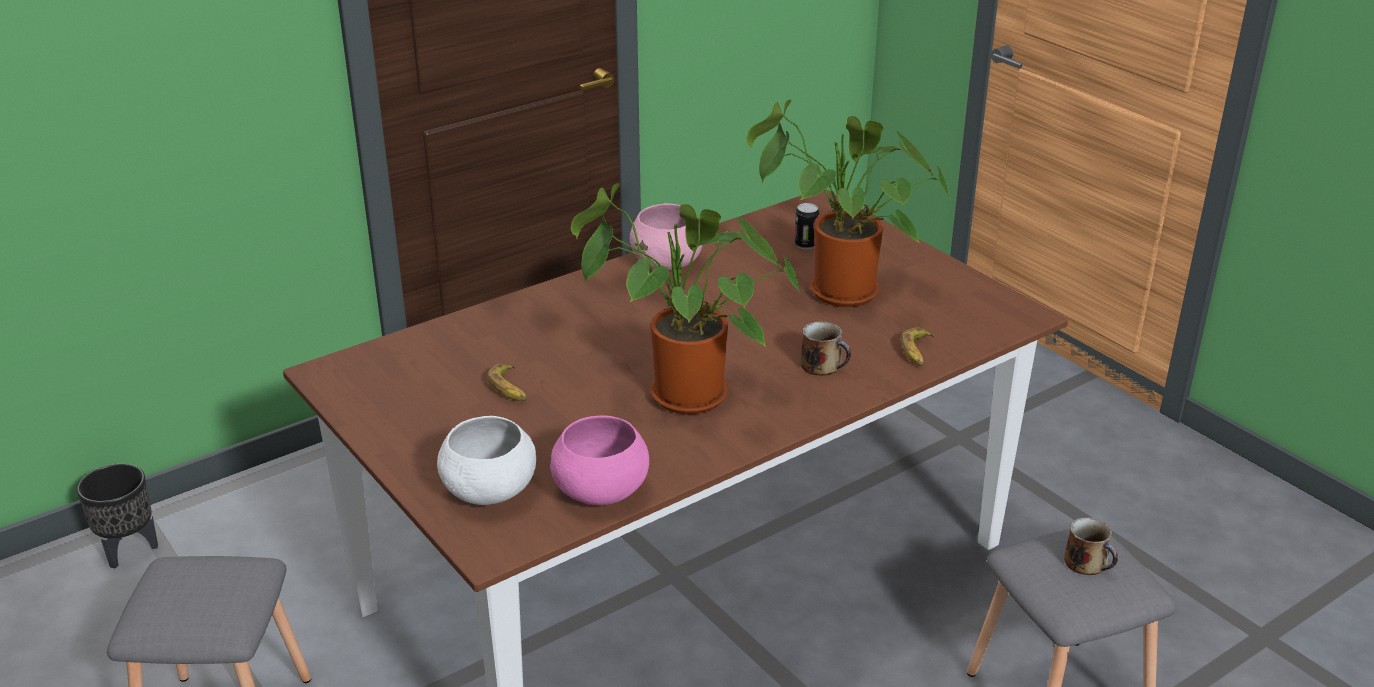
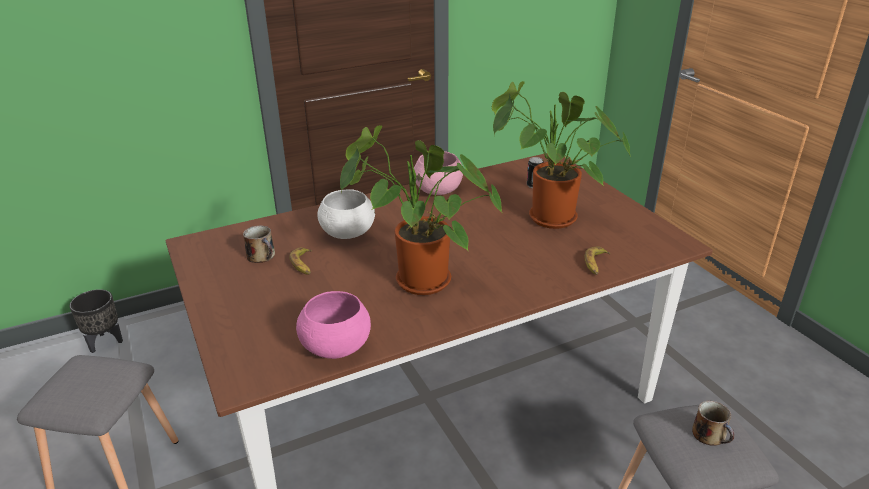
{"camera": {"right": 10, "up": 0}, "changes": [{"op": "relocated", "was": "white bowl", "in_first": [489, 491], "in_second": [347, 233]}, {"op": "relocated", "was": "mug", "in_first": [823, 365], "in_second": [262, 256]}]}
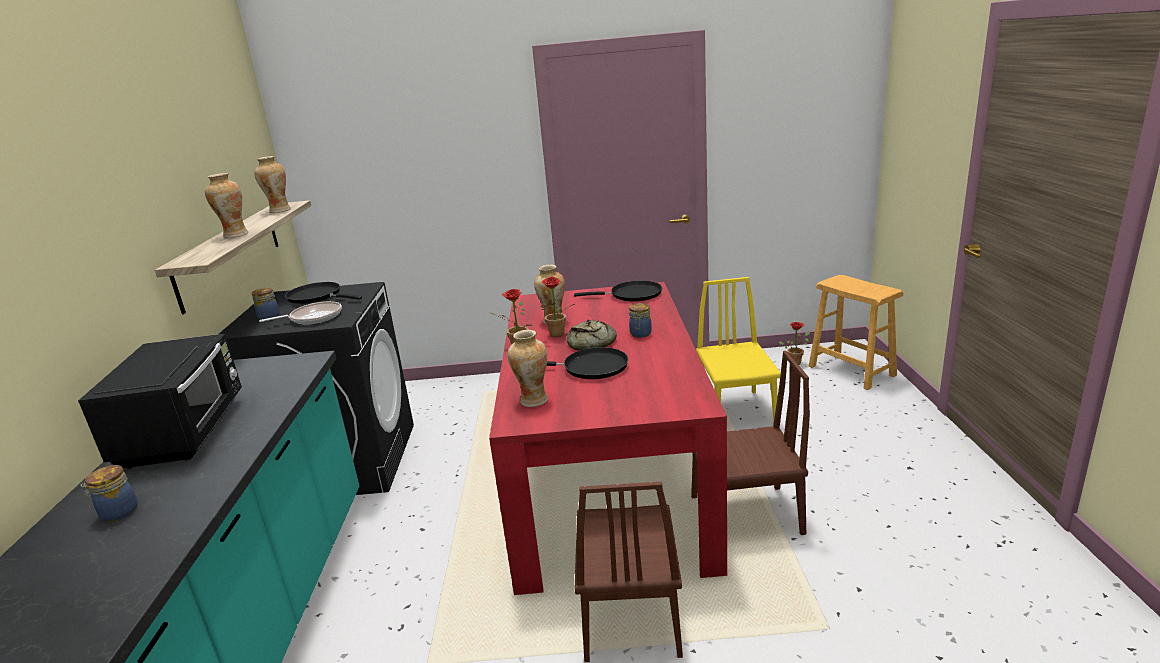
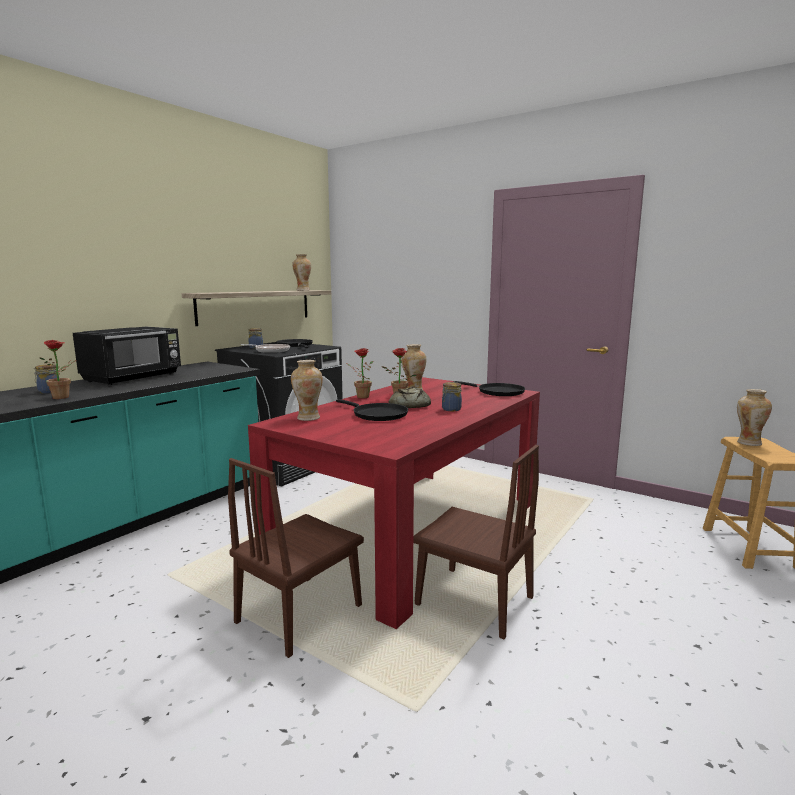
{"camera": {"right": 35, "up": -10}, "changes": [{"op": "relocated", "was": "vase", "in_first": [235, 235], "in_second": [748, 443]}, {"op": "missing", "was": "yellow chair", "in_first": [736, 411]}, {"op": "relocated", "was": "potted plant", "in_first": [796, 362], "in_second": [64, 397]}]}
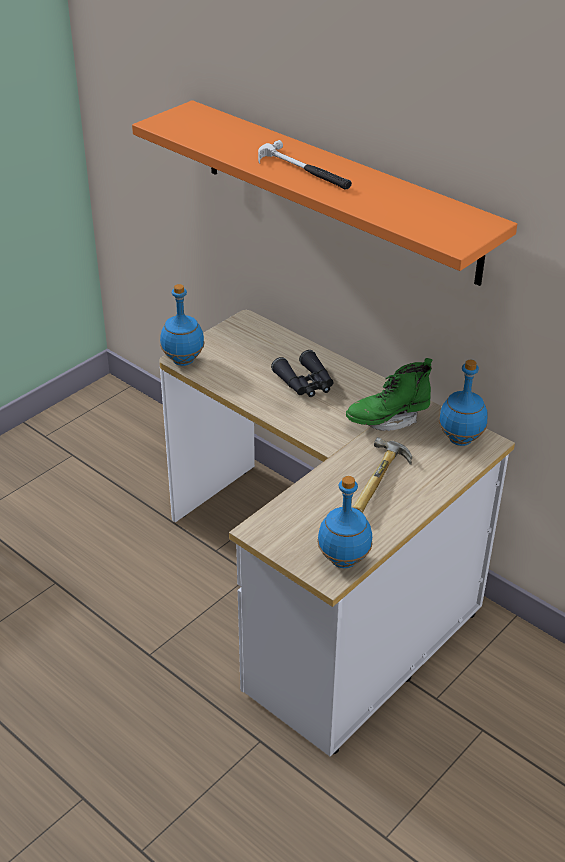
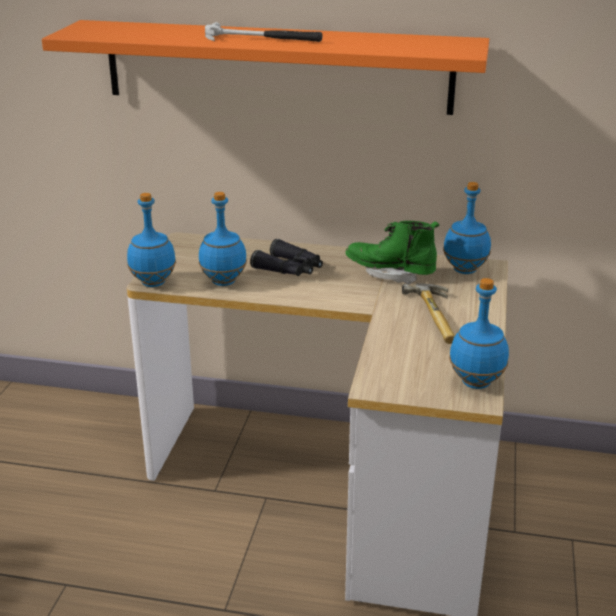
{"camera": {"right": -30, "up": -10}, "changes": [{"op": "spun", "was": "green boot", "in_first": [388, 419], "in_second": [390, 273], "clockwise": 75}, {"op": "appeared", "now": "blue bottle", "in_second": [224, 282]}]}
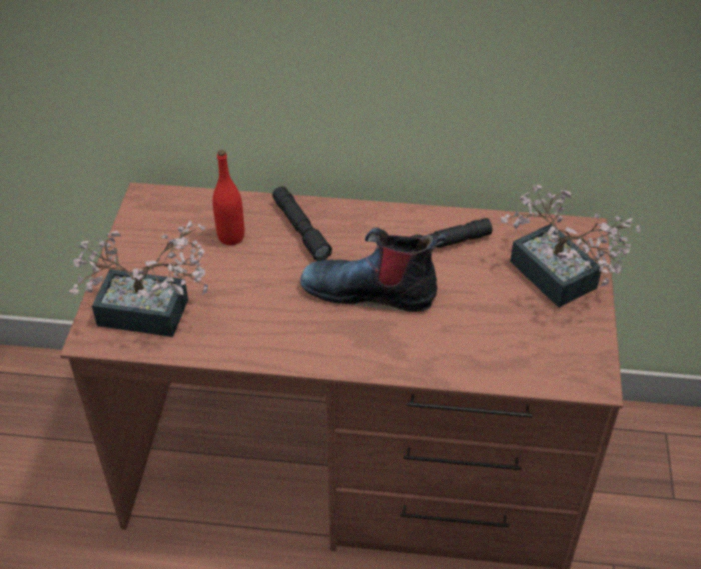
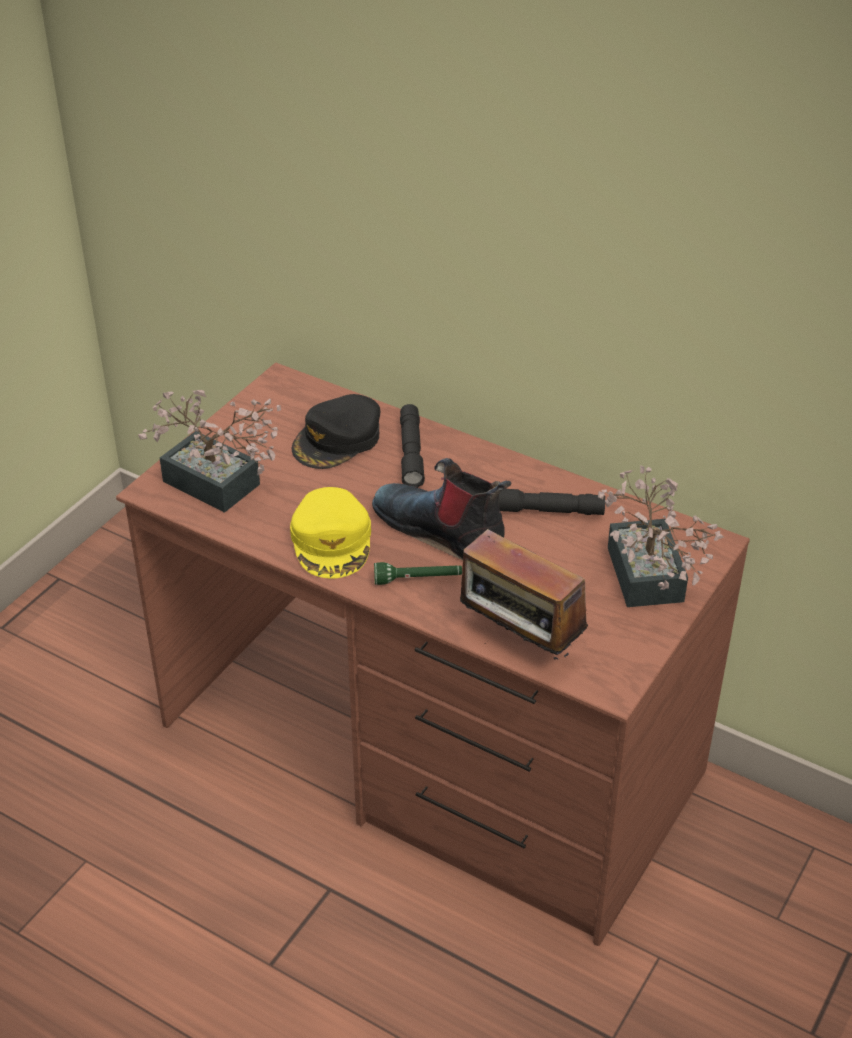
{"camera": {"right": 25, "up": -5}, "changes": [{"op": "exchanged", "was": "red bottle", "now": "black cap", "in_first": [231, 237], "in_second": [338, 440]}, {"op": "appeared", "now": "yellow cap", "in_second": [332, 541]}, {"op": "appeared", "now": "green flashlight", "in_second": [418, 580]}, {"op": "appeared", "now": "radio", "in_second": [519, 643]}]}
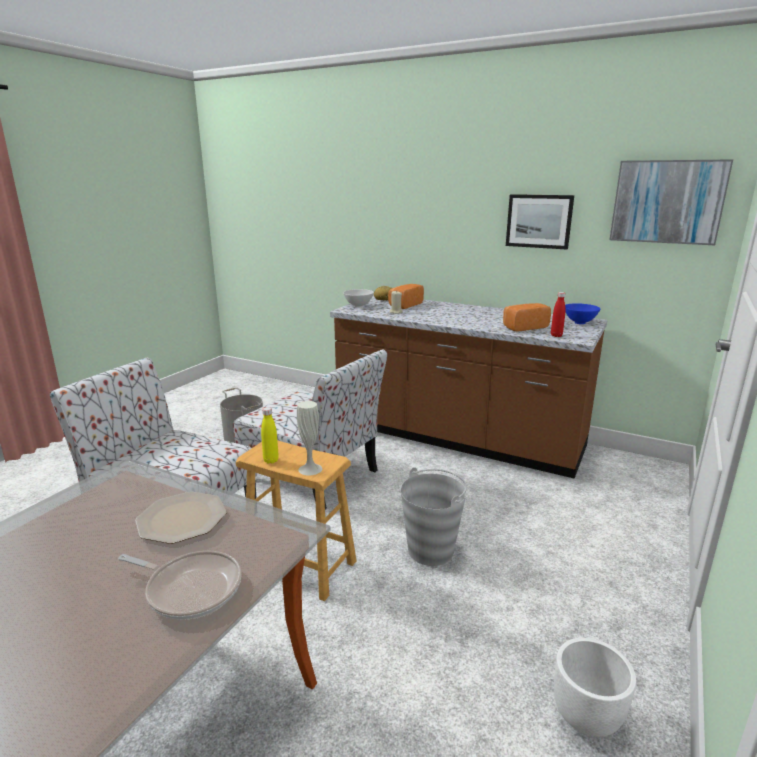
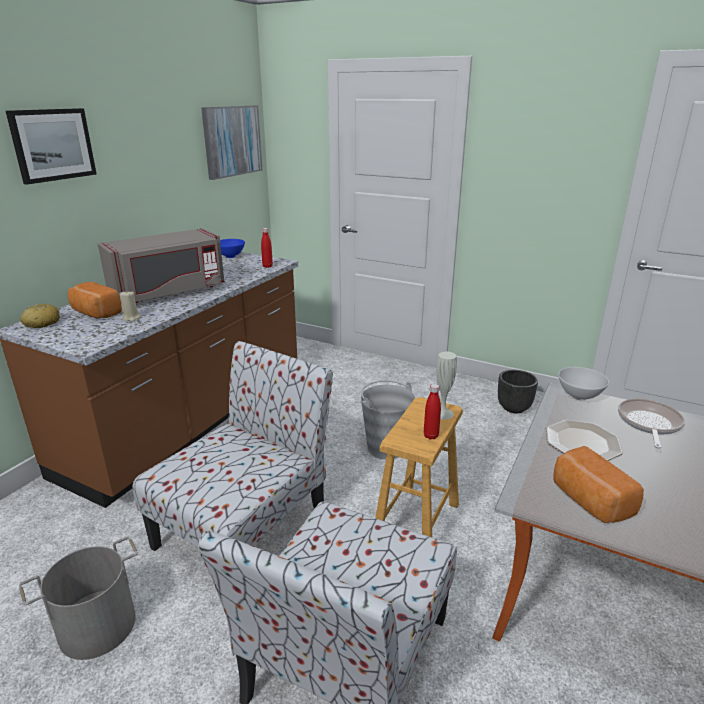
{"camera": {"right": -90, "up": 5}, "changes": [{"op": "colour", "was": "yellow bottle", "now": "red bottle", "in_first": [271, 460], "in_second": [431, 436]}, {"op": "relocated", "was": "white bowl", "in_first": [358, 306], "in_second": [579, 397]}, {"op": "relocated", "was": "bread", "in_first": [523, 327], "in_second": [588, 501]}, {"op": "relocated", "was": "picture", "in_first": [539, 221], "in_second": [52, 145]}, {"op": "colour", "was": "white planter", "now": "black planter", "in_first": [587, 717], "in_second": [514, 408]}, {"op": "appeared", "now": "grey microwave", "in_second": [169, 292]}]}
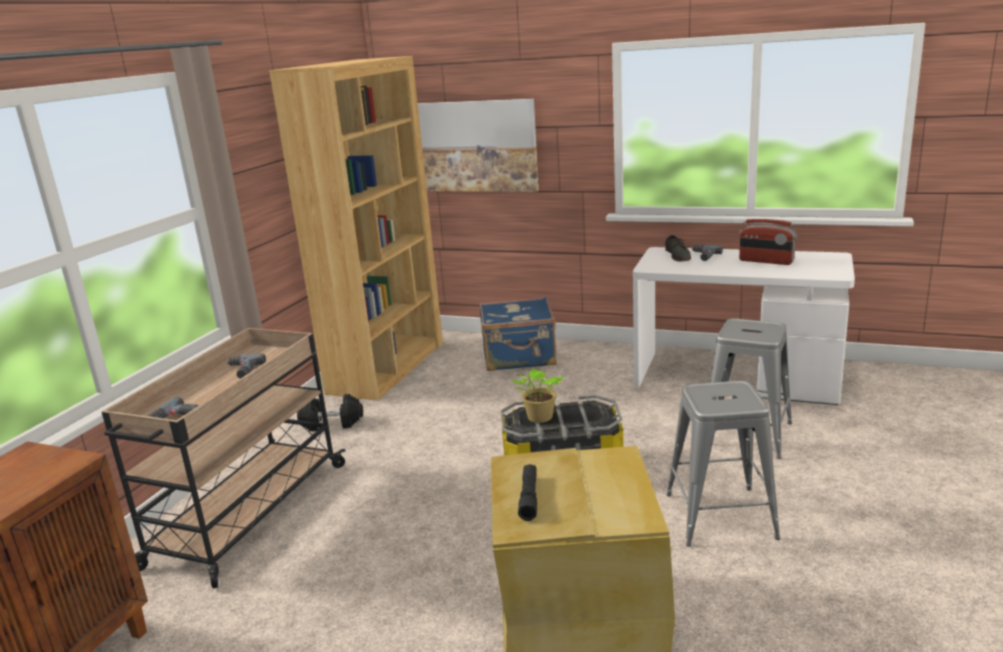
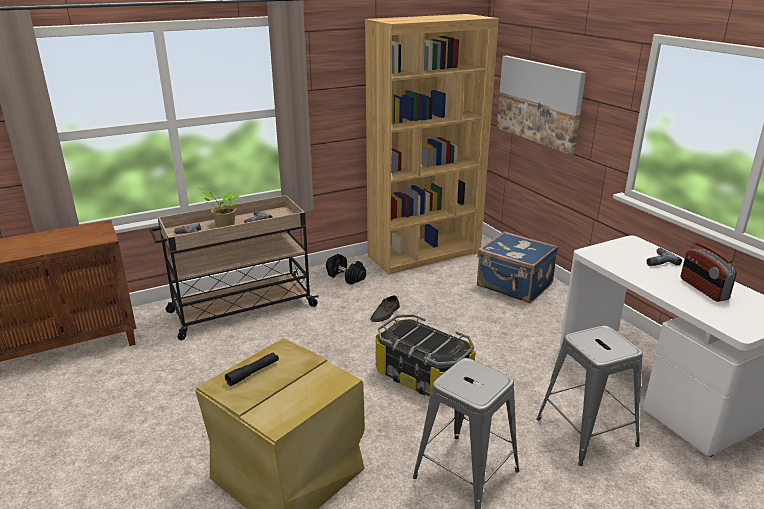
{"camera": {"right": 40, "up": 5}, "changes": [{"op": "relocated", "was": "potted plant", "in_first": [539, 418], "in_second": [223, 226]}, {"op": "relocated", "was": "grey shoe", "in_first": [678, 255], "in_second": [385, 313]}]}
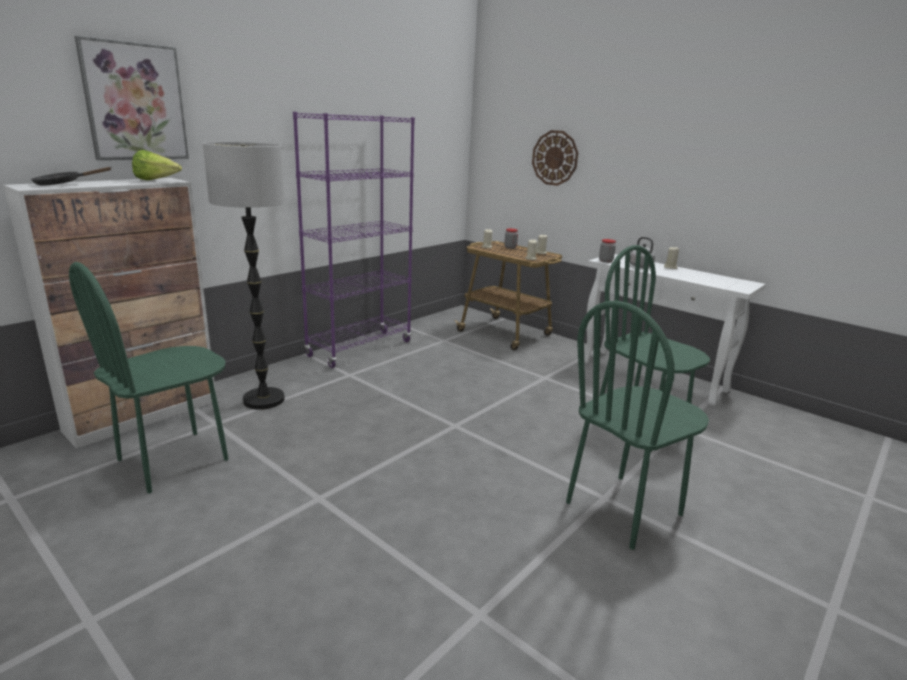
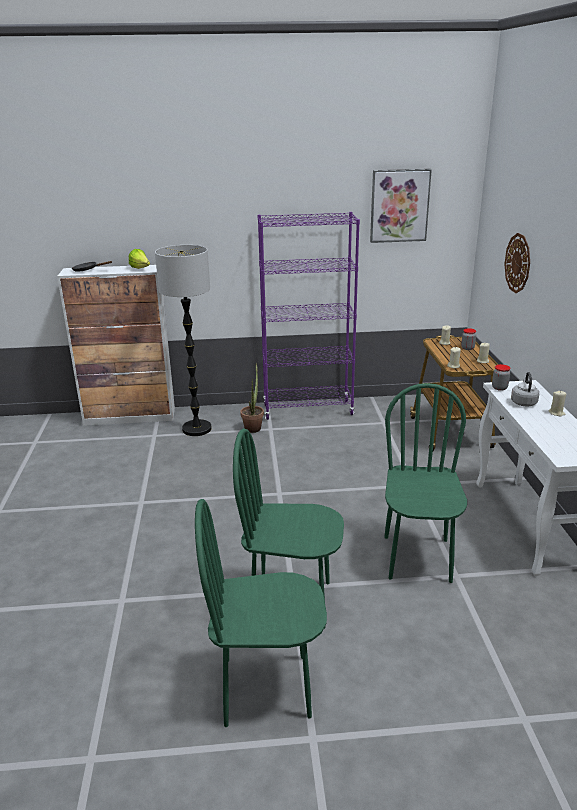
{"camera": {"right": 45, "up": 5}, "changes": [{"op": "relocated", "was": "green chair", "in_first": [173, 460], "in_second": [266, 688]}, {"op": "relocated", "was": "picture", "in_first": [135, 102], "in_second": [399, 206]}, {"op": "appeared", "now": "potted plant", "in_second": [253, 427]}]}
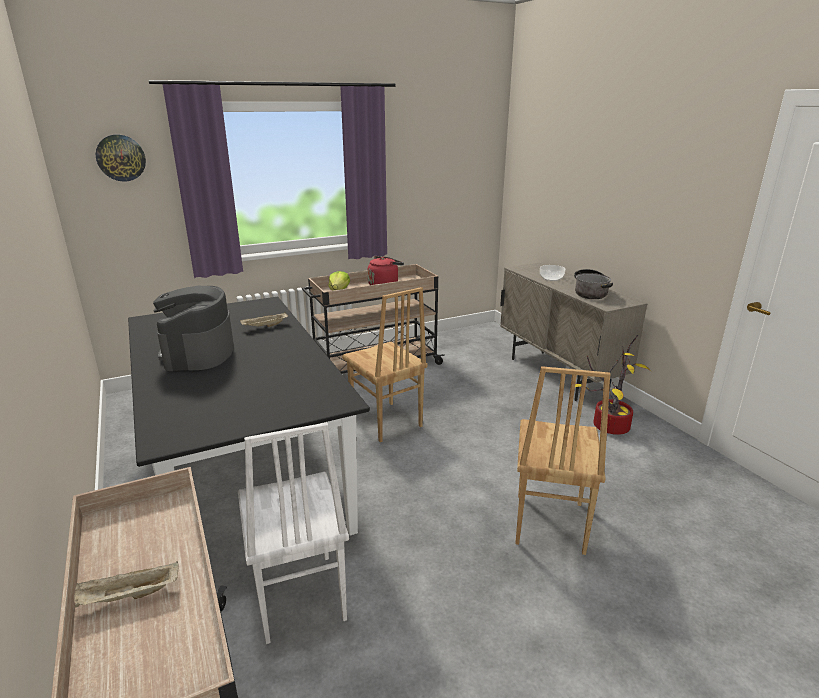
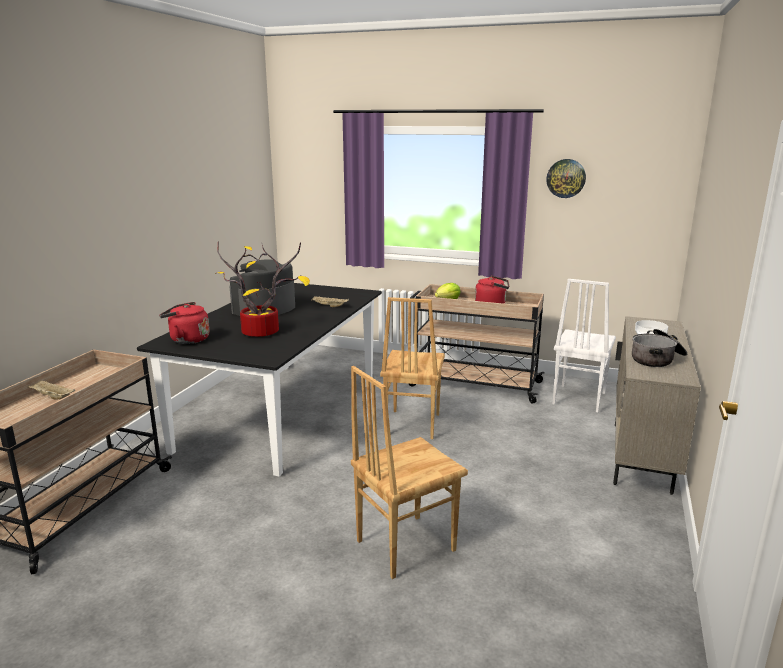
{"camera": {"right": 45, "up": -5}, "changes": [{"op": "relocated", "was": "wall clock", "in_first": [121, 158], "in_second": [566, 178]}, {"op": "relocated", "was": "white chair", "in_first": [298, 598], "in_second": [578, 398]}, {"op": "relocated", "was": "potted plant", "in_first": [610, 425], "in_second": [263, 331]}, {"op": "appeared", "now": "red kettle", "in_second": [187, 340]}]}
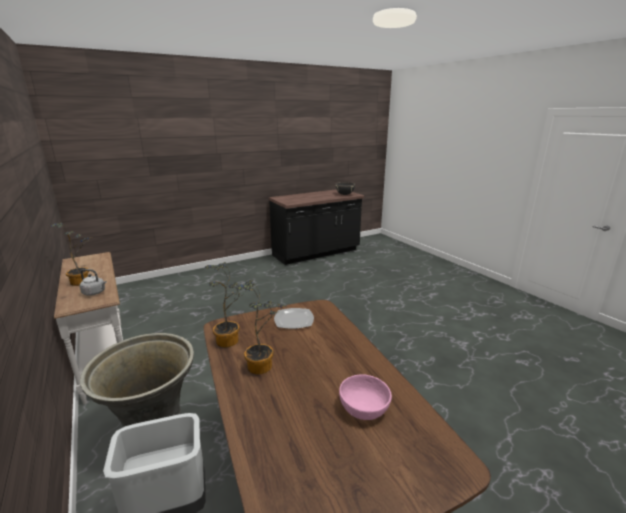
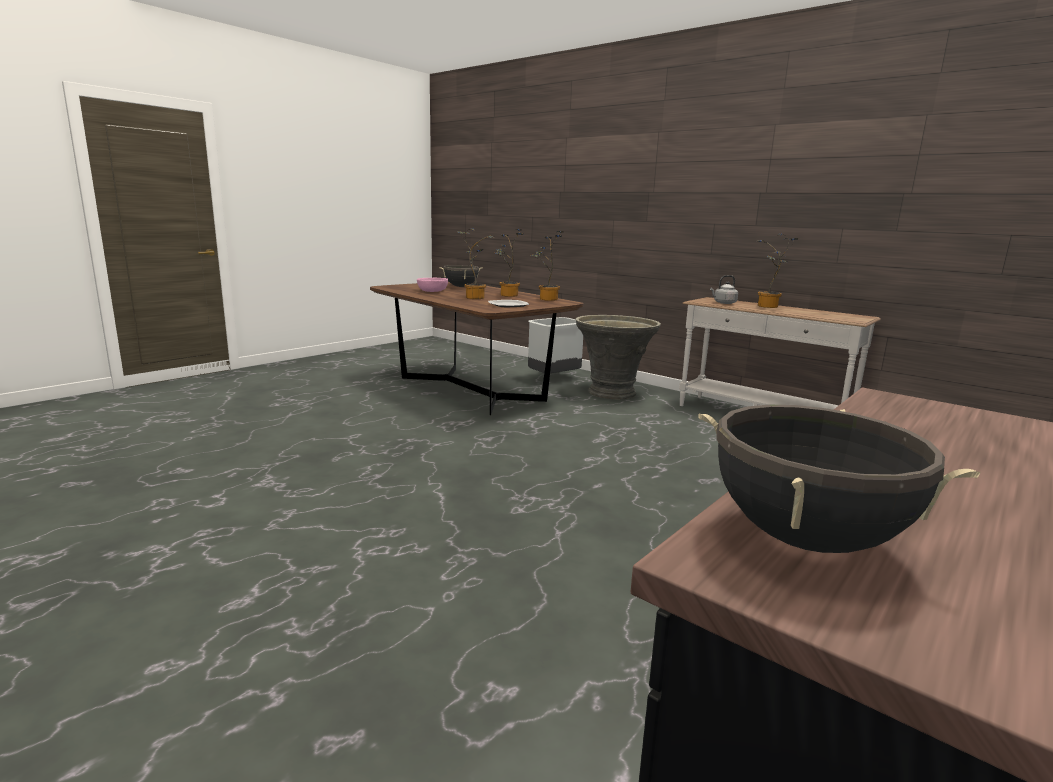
{"camera": {"right": 160, "up": -5}, "changes": [{"op": "appeared", "now": "black cooking pot", "in_second": [461, 286]}, {"op": "appeared", "now": "potted plant", "in_second": [474, 297]}]}
